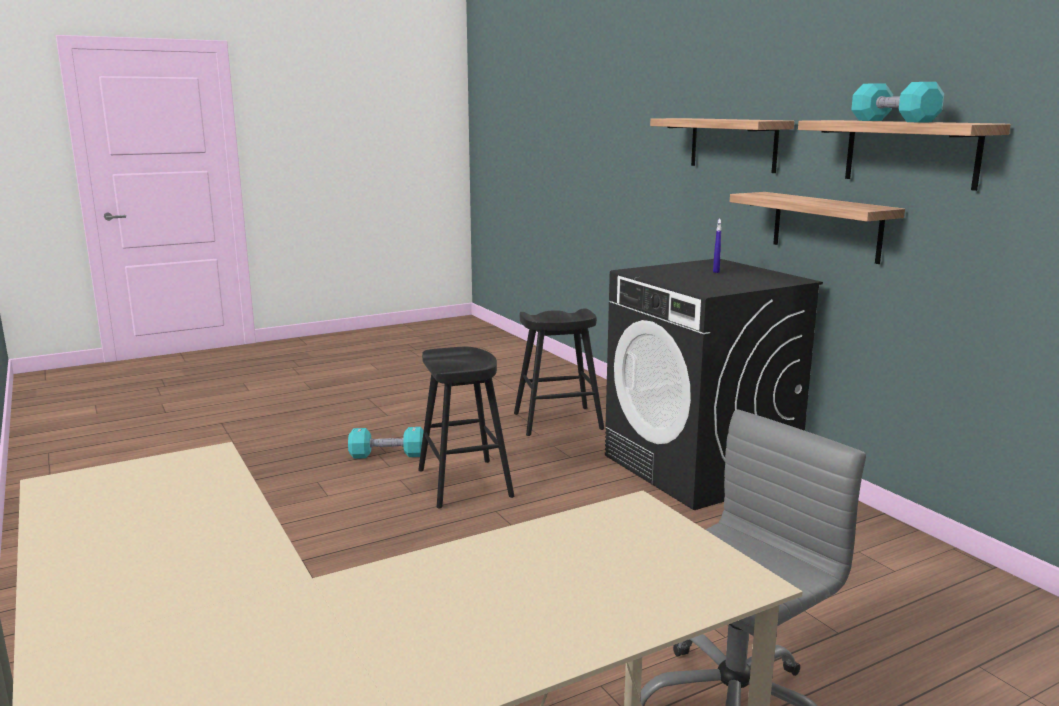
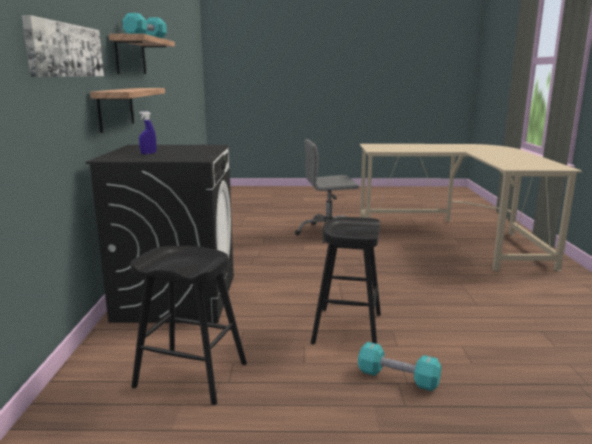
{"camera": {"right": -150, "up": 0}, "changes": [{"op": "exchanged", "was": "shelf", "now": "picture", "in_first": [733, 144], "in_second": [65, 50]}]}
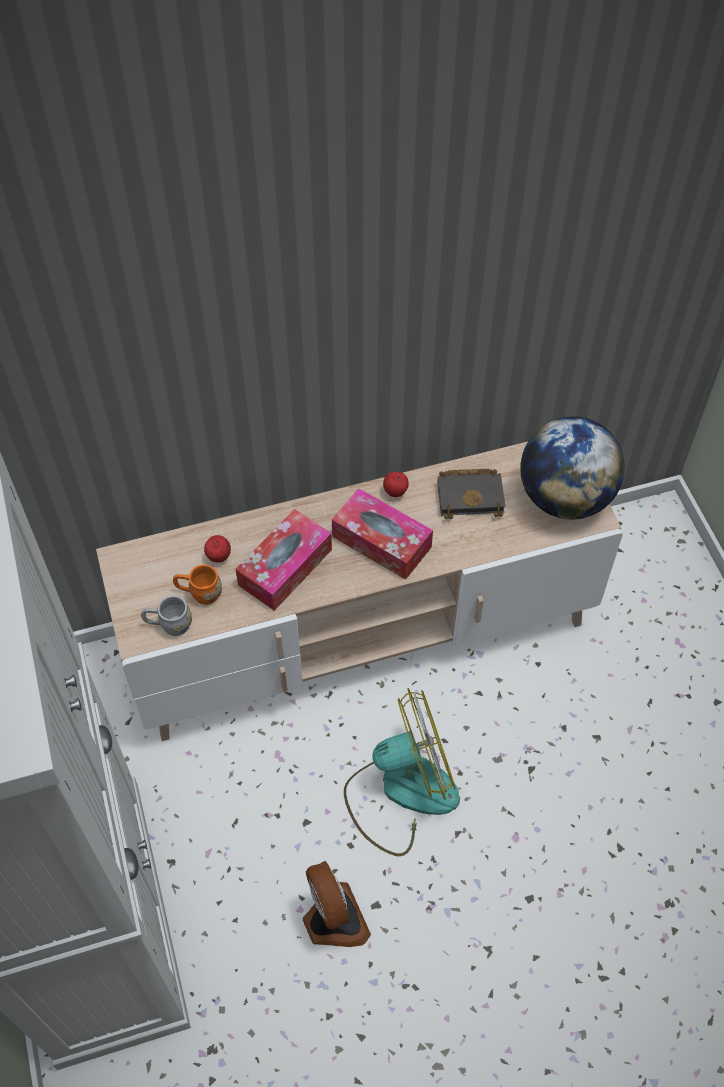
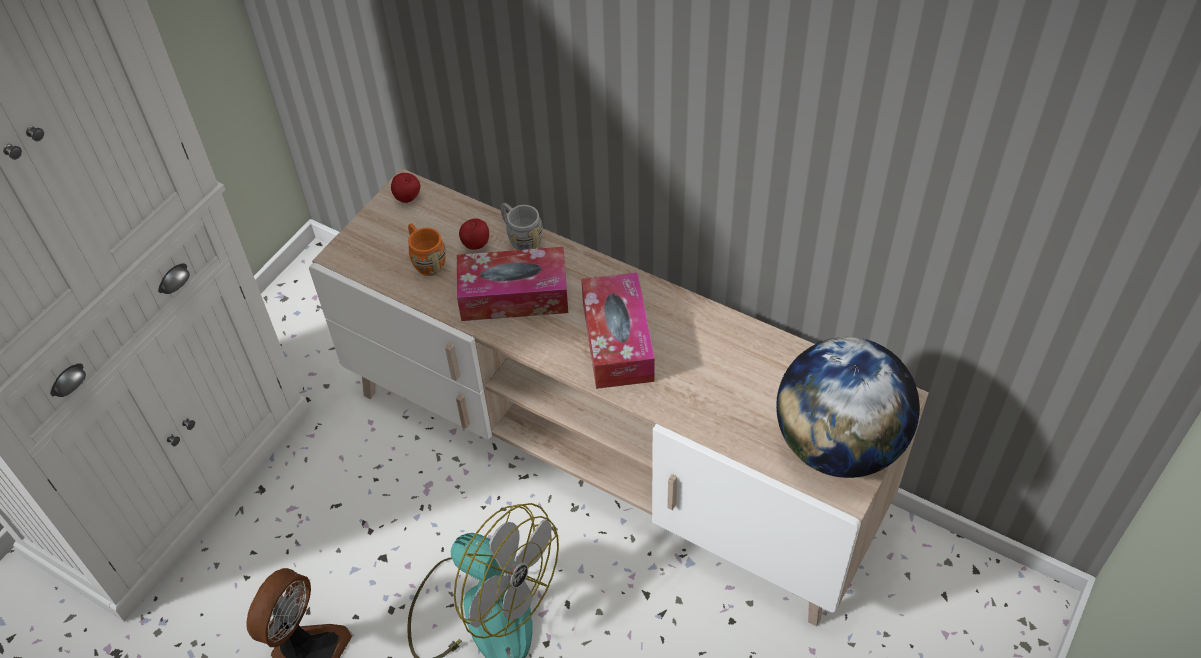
{"camera": {"right": 50, "up": -5}, "changes": [{"op": "relocated", "was": "grey mug", "in_first": [169, 625], "in_second": [520, 238]}, {"op": "relocated", "was": "apple", "in_first": [395, 492], "in_second": [408, 199]}, {"op": "missing", "was": "black book", "in_first": [472, 495]}]}
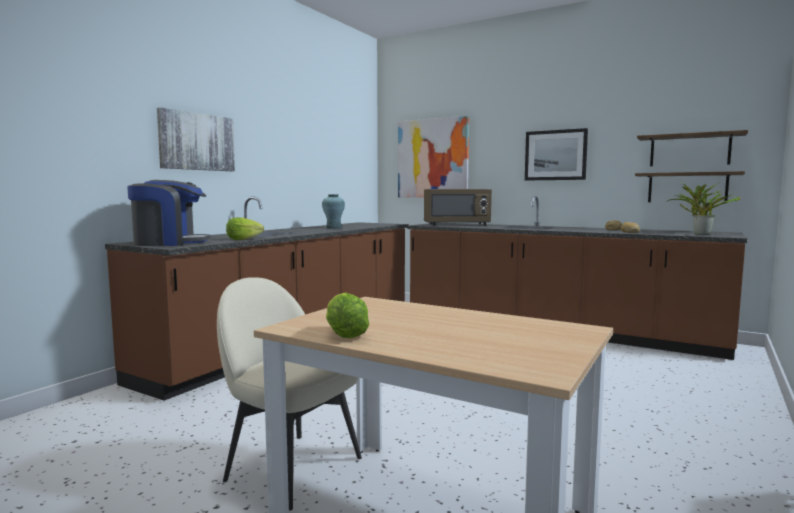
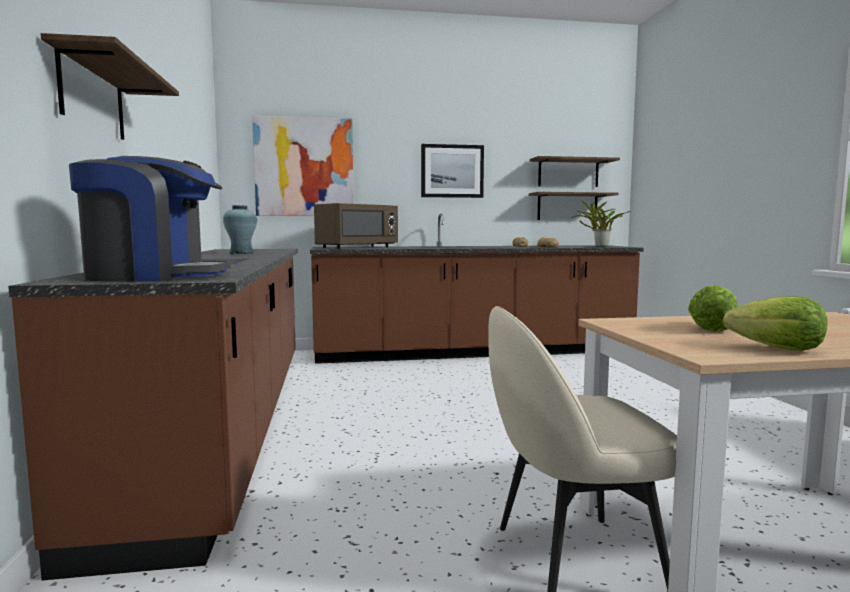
{"camera": {"right": -40, "up": 0}, "changes": [{"op": "spun", "was": "coffee machine", "in_first": [170, 243], "in_second": [155, 276], "clockwise": 45}, {"op": "exchanged", "was": "picture", "now": "shelf", "in_first": [196, 142], "in_second": [92, 97]}, {"op": "relocated", "was": "lettuce", "in_first": [243, 239], "in_second": [712, 329]}]}
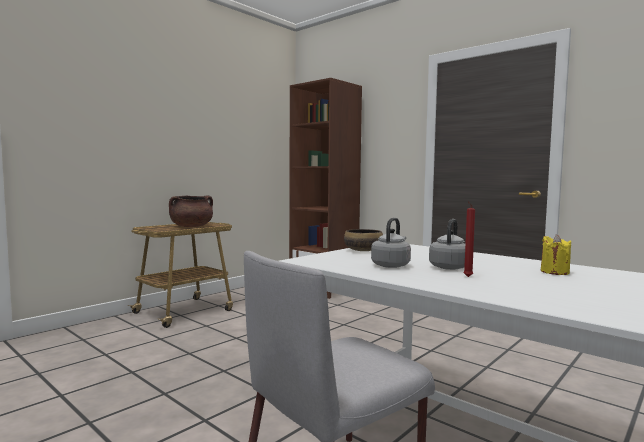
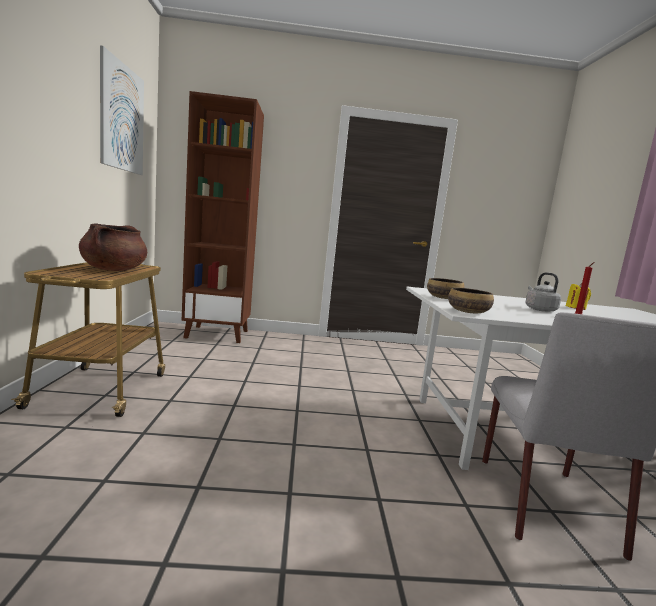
{"camera": {"right": -45, "up": 5}, "changes": [{"op": "missing", "was": "grey kettle", "in_first": [391, 265]}, {"op": "appeared", "now": "picture", "in_second": [122, 118]}, {"op": "appeared", "now": "bowl", "in_second": [468, 312]}]}
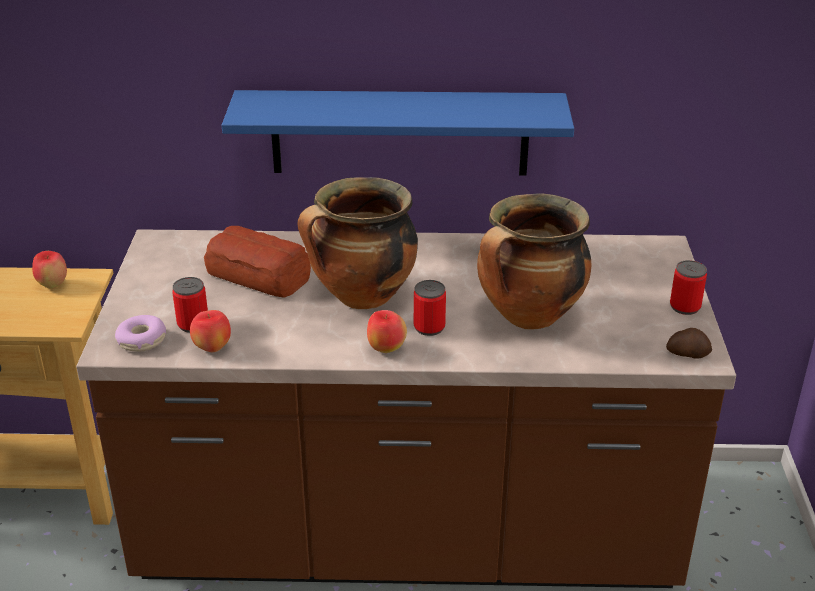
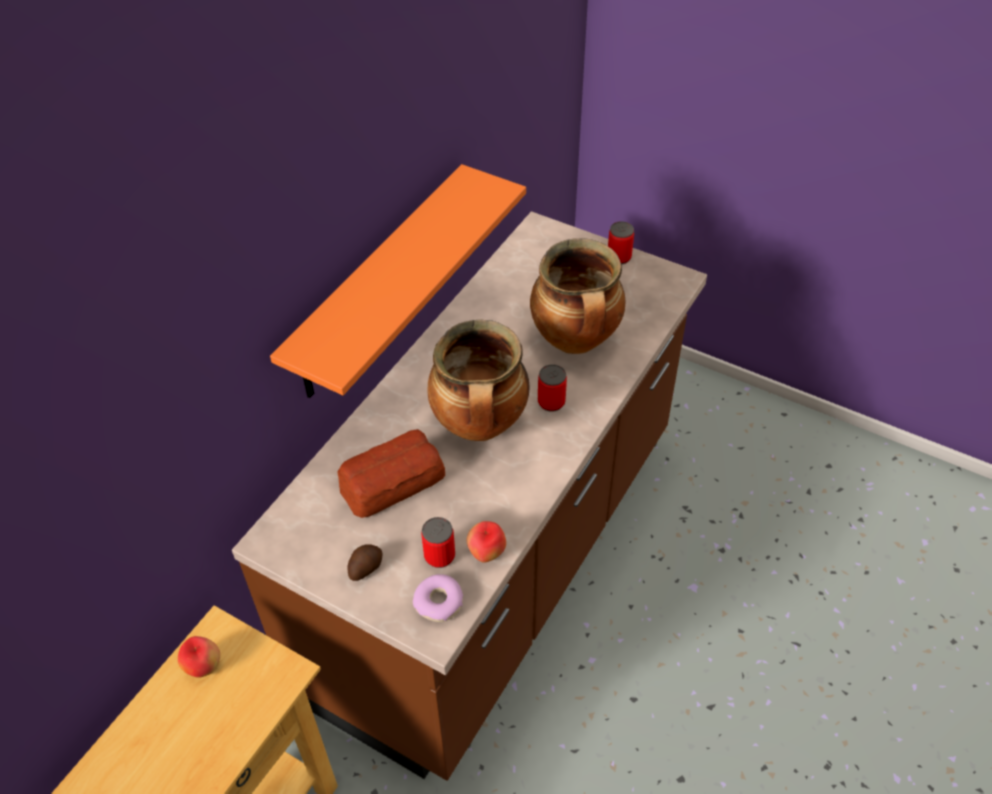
{"camera": {"right": -60, "up": 15}, "changes": [{"op": "colour", "was": "blue shelf", "now": "orange shelf", "in_first": [400, 132], "in_second": [378, 284]}, {"op": "missing", "was": "apple", "in_first": [386, 349]}, {"op": "relocated", "was": "potato", "in_first": [687, 353], "in_second": [365, 567]}]}
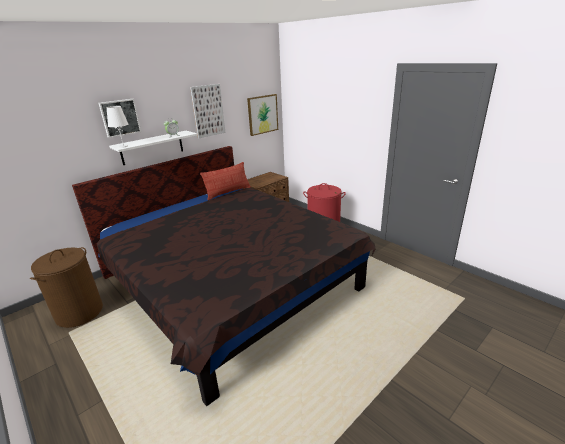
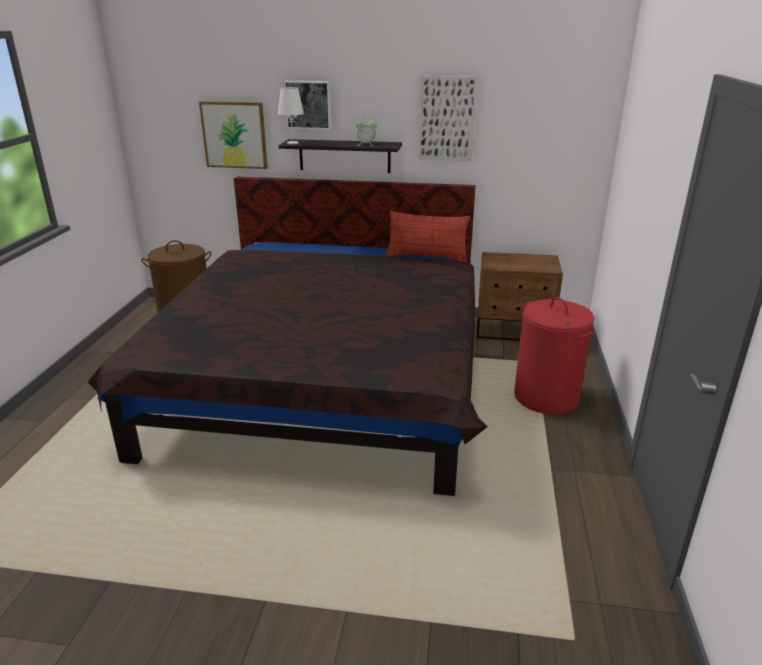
{"camera": {"right": 50, "up": 0}, "changes": [{"op": "colour", "was": "white shelf", "now": "black shelf", "in_first": [152, 147], "in_second": [344, 156]}, {"op": "relocated", "was": "picture", "in_first": [262, 114], "in_second": [234, 135]}]}
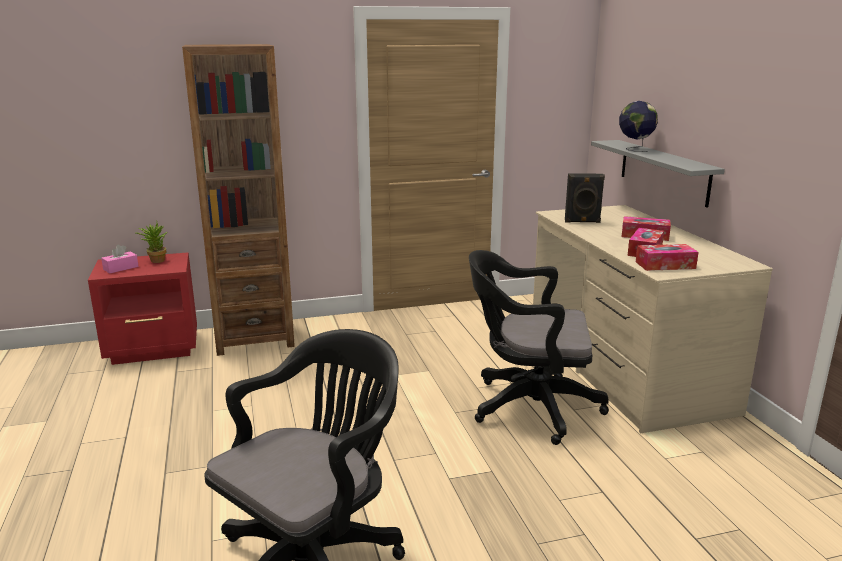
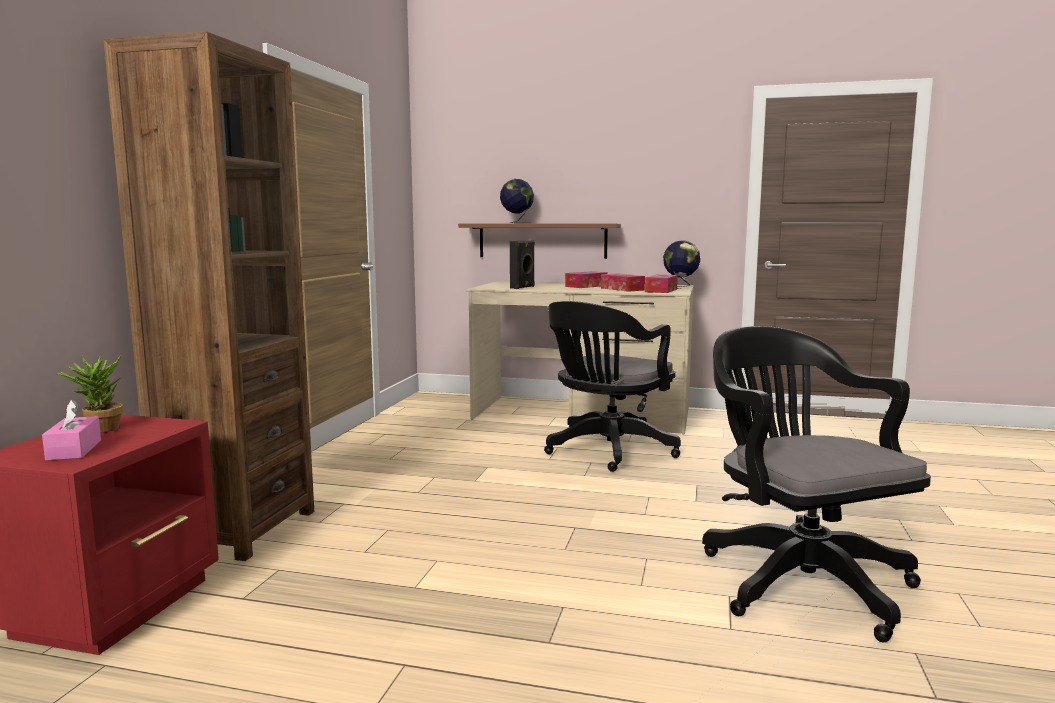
{"camera": {"right": -60, "up": -10}, "changes": [{"op": "colour", "was": "grey shelf", "now": "brown shelf", "in_first": [663, 171], "in_second": [542, 240]}, {"op": "appeared", "now": "globe", "in_second": [680, 287]}]}
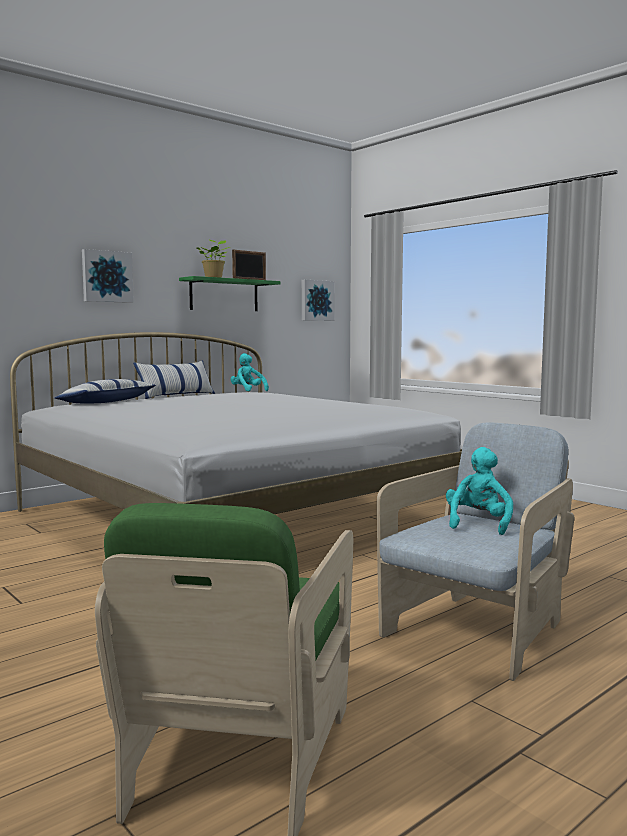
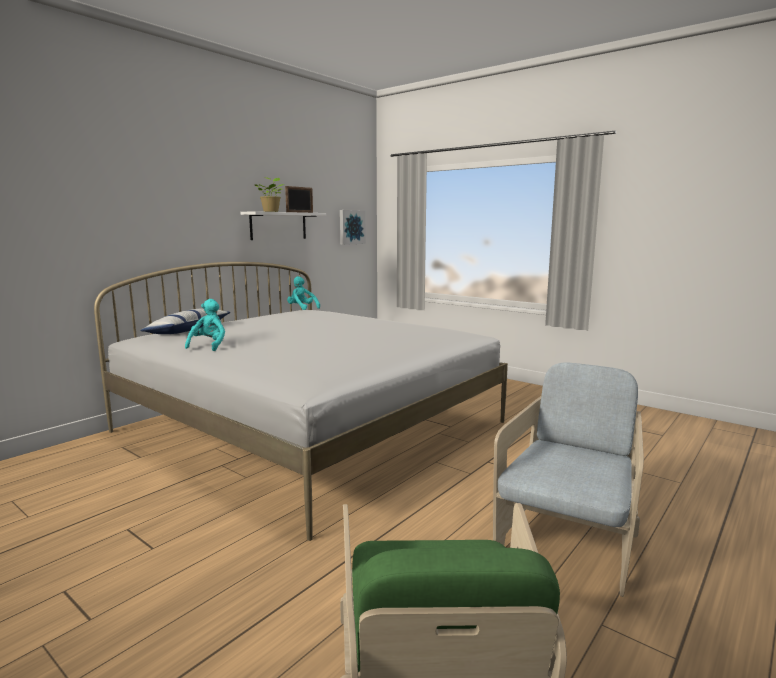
{"camera": {"right": -10, "up": 5}, "changes": [{"op": "missing", "was": "picture", "in_first": [106, 276]}, {"op": "missing", "was": "pillow", "in_first": [176, 396]}, {"op": "colour", "was": "green shelf", "now": "white shelf", "in_first": [224, 295], "in_second": [278, 226]}, {"op": "relocated", "was": "turquoise plush toy", "in_first": [478, 523], "in_second": [209, 346]}]}
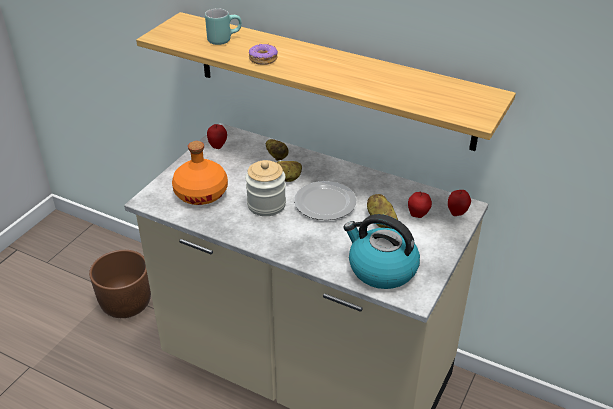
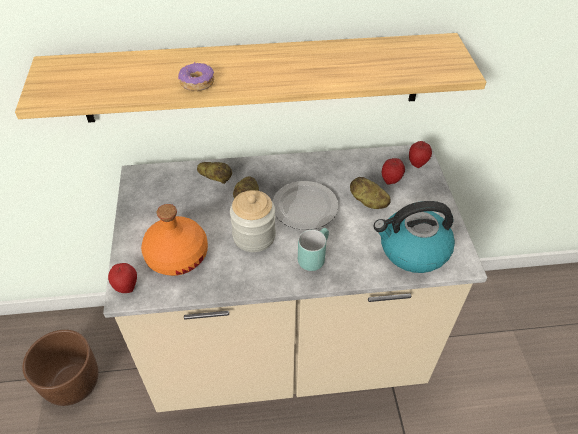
{"camera": {"right": -35, "up": 10}, "changes": [{"op": "relocated", "was": "turquoise mug", "in_first": [224, 39], "in_second": [312, 256]}, {"op": "relocated", "was": "apple", "in_first": [218, 146], "in_second": [126, 287]}]}
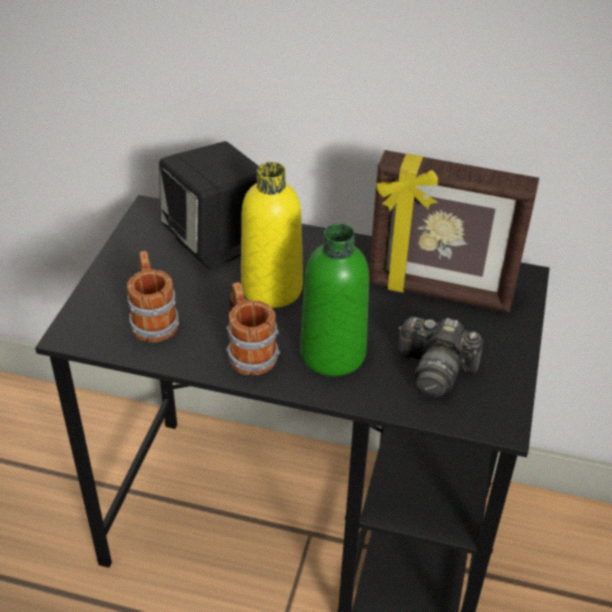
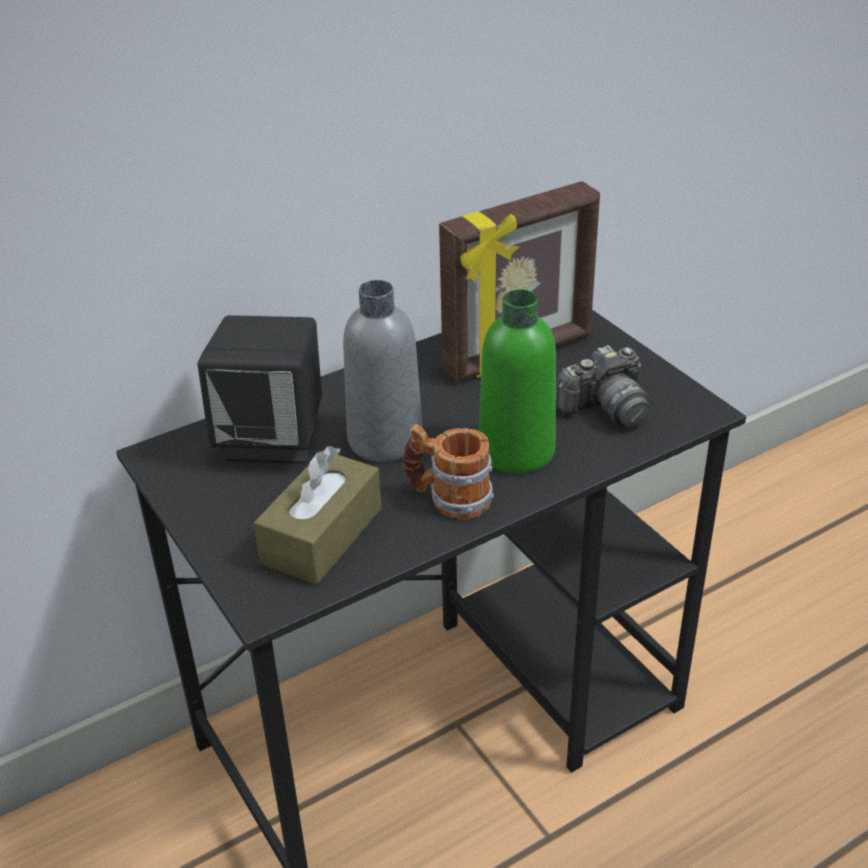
{"camera": {"right": -45, "up": -5}, "changes": [{"op": "exchanged", "was": "mug", "now": "brown tissue box", "in_first": [153, 319], "in_second": [322, 535]}, {"op": "colour", "was": "yellow bottle", "now": "grey bottle", "in_first": [272, 288], "in_second": [385, 440]}]}
